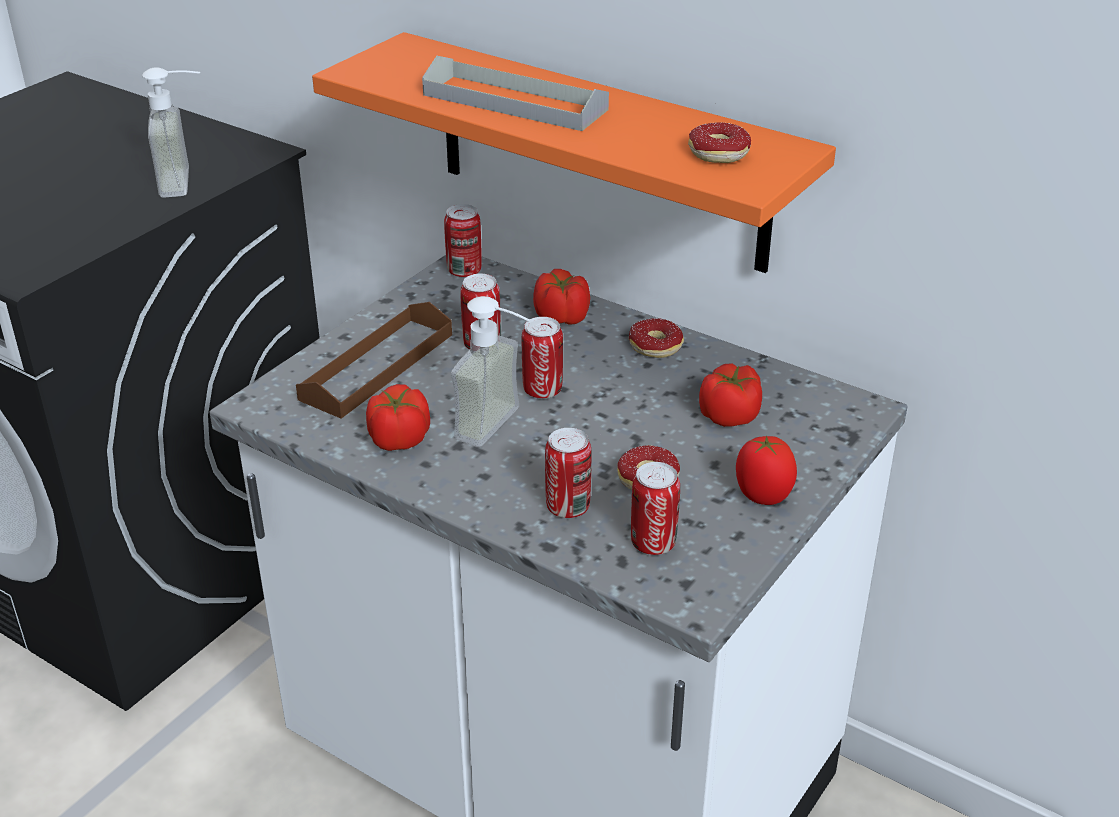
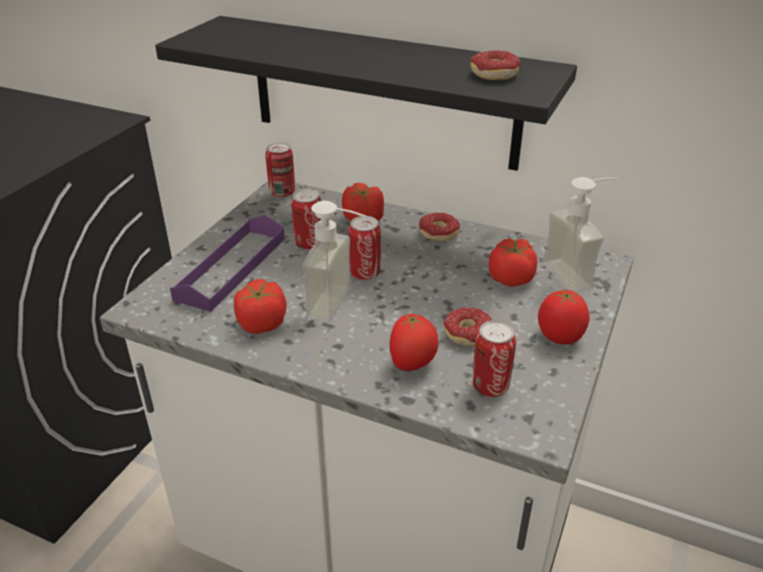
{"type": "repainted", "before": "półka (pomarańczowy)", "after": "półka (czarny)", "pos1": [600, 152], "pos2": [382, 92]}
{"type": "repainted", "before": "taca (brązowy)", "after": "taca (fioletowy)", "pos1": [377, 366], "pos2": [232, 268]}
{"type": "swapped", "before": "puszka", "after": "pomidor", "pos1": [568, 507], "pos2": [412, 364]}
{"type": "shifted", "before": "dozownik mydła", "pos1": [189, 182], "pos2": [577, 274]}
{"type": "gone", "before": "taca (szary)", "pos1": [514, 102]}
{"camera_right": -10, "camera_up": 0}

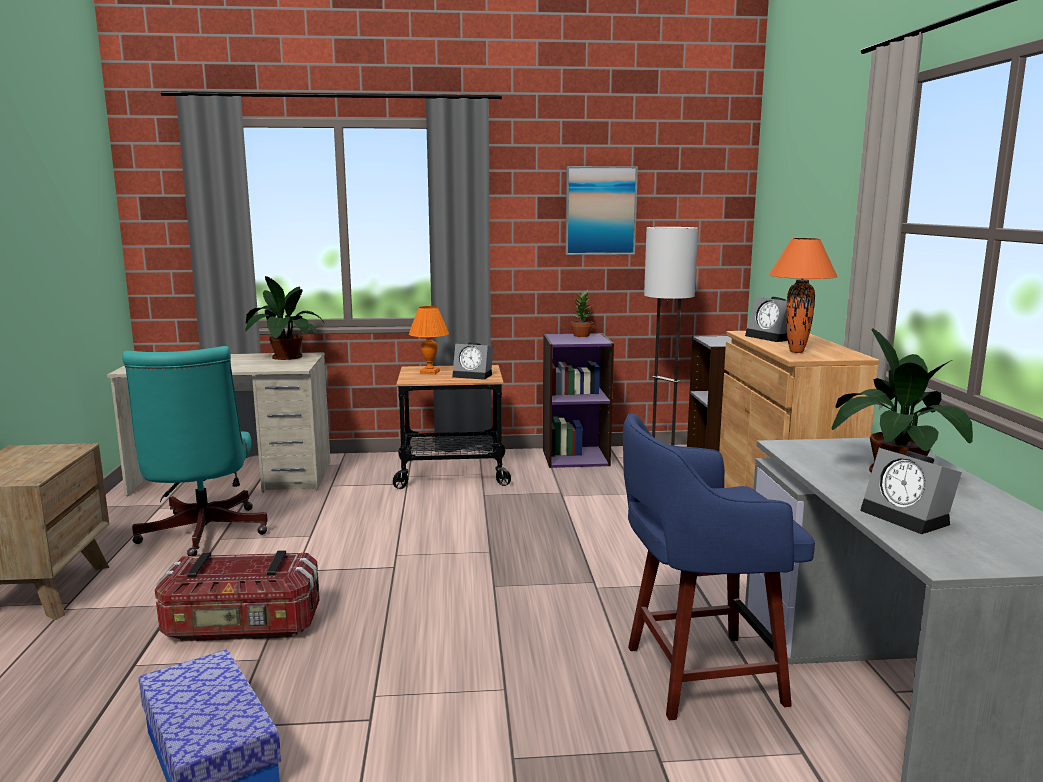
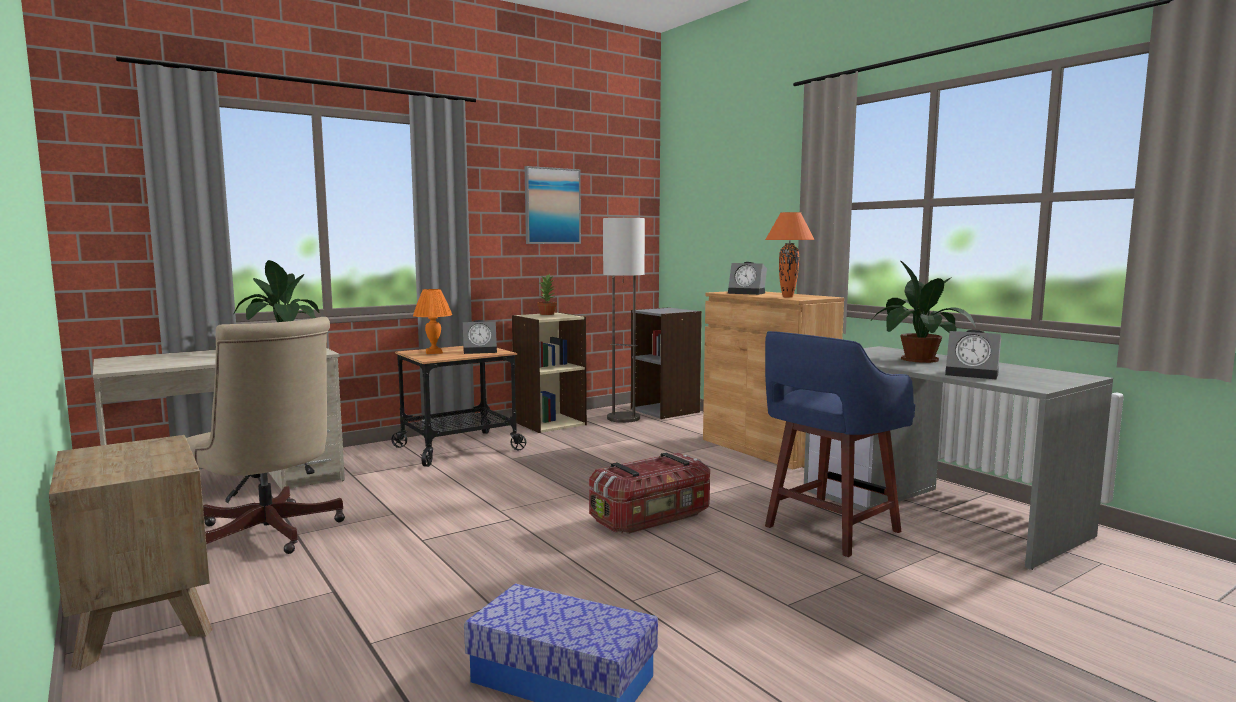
{"type": "repainted", "before": "krzesło biurowe (turkusowy)", "after": "krzesło biurowe (beżowy)", "pos1": [201, 535], "pos2": [269, 535]}
{"type": "repainted", "before": "regał (fioletowy)", "after": "regał (beżowy)", "pos1": [575, 457], "pos2": [549, 423]}
{"type": "shifted", "before": "pojemnik do przechowywania", "pos1": [242, 627], "pos2": [652, 518]}
{"camera_right": -30, "camera_up": -5}

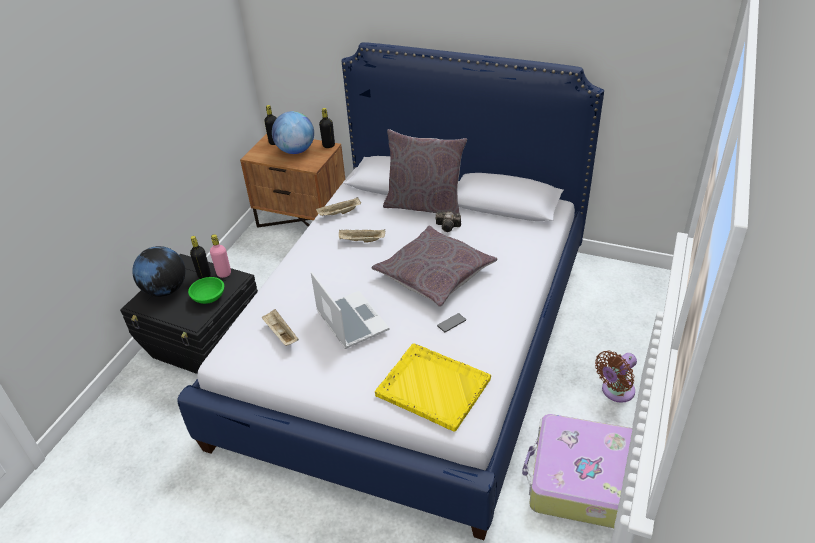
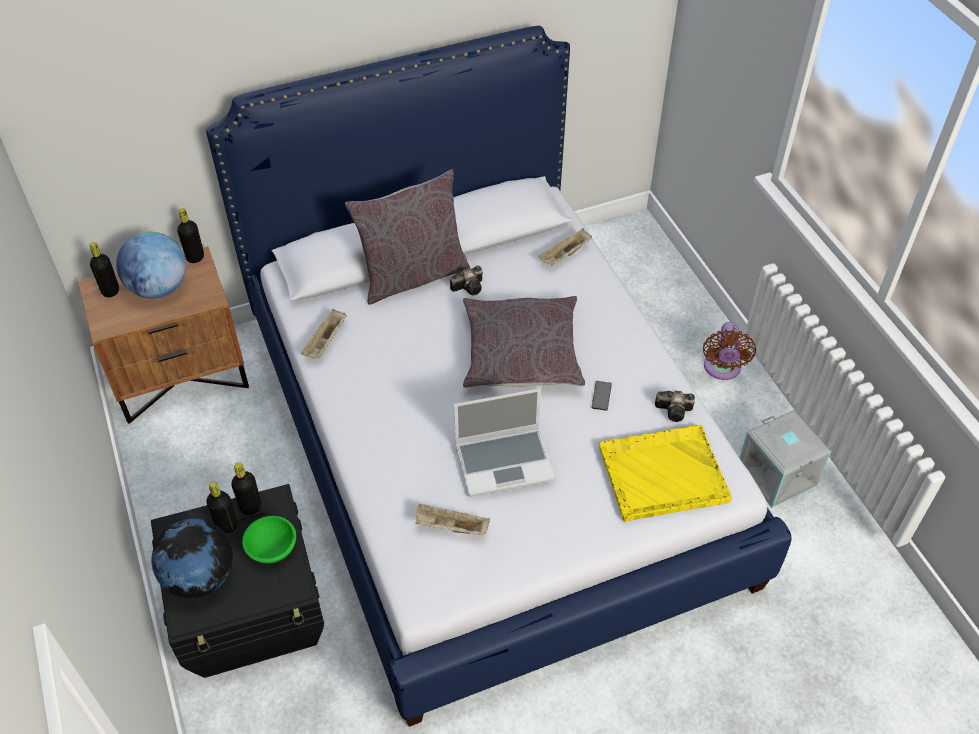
{"type": "repainted", "before": "butelka (różowy)", "after": "butelka (czarny)", "pos1": [224, 274], "pos2": [250, 507]}
{"type": "rotated", "before": "laptop", "pos1": [350, 321], "pos2": [505, 461], "turn": 150}
{"type": "shifted", "before": "taca (beżowy)", "pos1": [361, 241], "pos2": [564, 255]}
{"type": "new", "after": "aparat fotograficzny", "pos2": [675, 411]}
{"type": "swapped", "before": "walizka", "after": "pojemnik do przechowywania (szary)", "pos1": [581, 481], "pos2": [778, 474]}
{"camera_right": -45, "camera_up": 10}

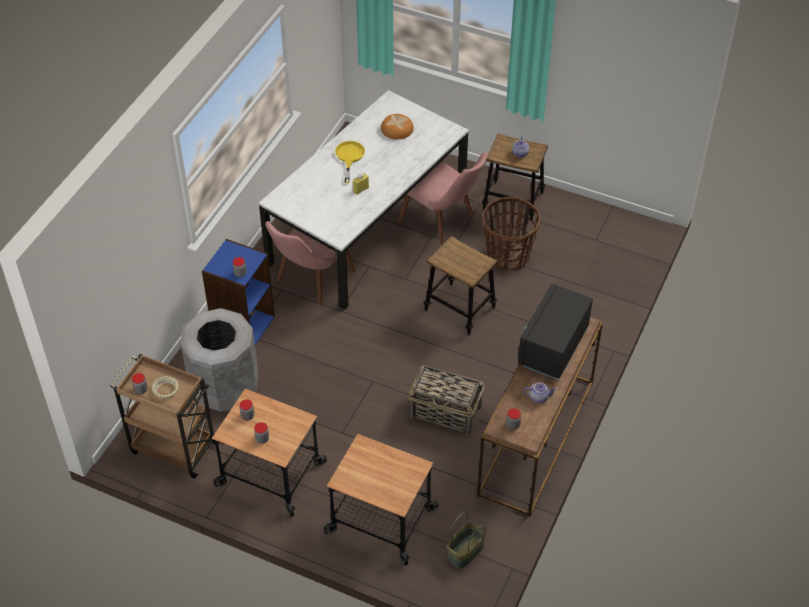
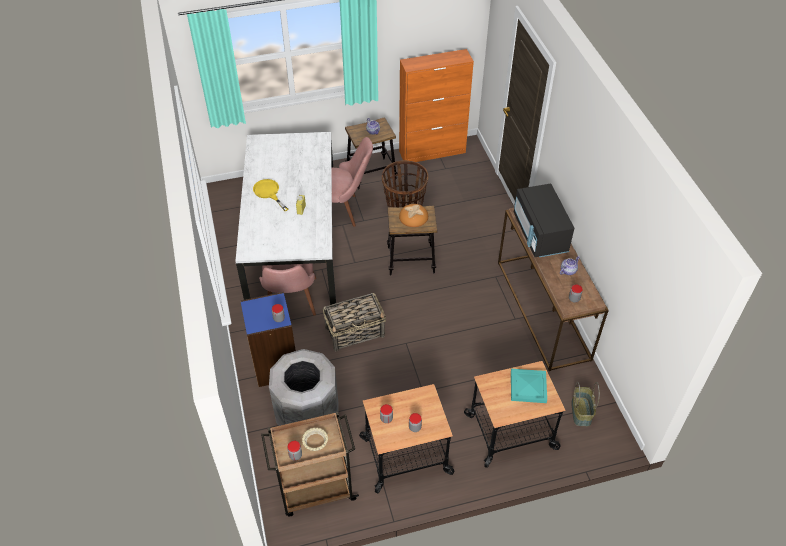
{"type": "shifted", "before": "koszyk", "pos1": [446, 412], "pos2": [355, 332]}
{"type": "new", "after": "szafka (pomarańczowy)", "pos2": [432, 152]}
{"type": "shifted", "before": "chleb", "pos1": [396, 129], "pos2": [413, 217]}
{"type": "new", "after": "taca (turkusowy)", "pos2": [528, 386]}
{"camera_right": -40, "camera_up": 0}

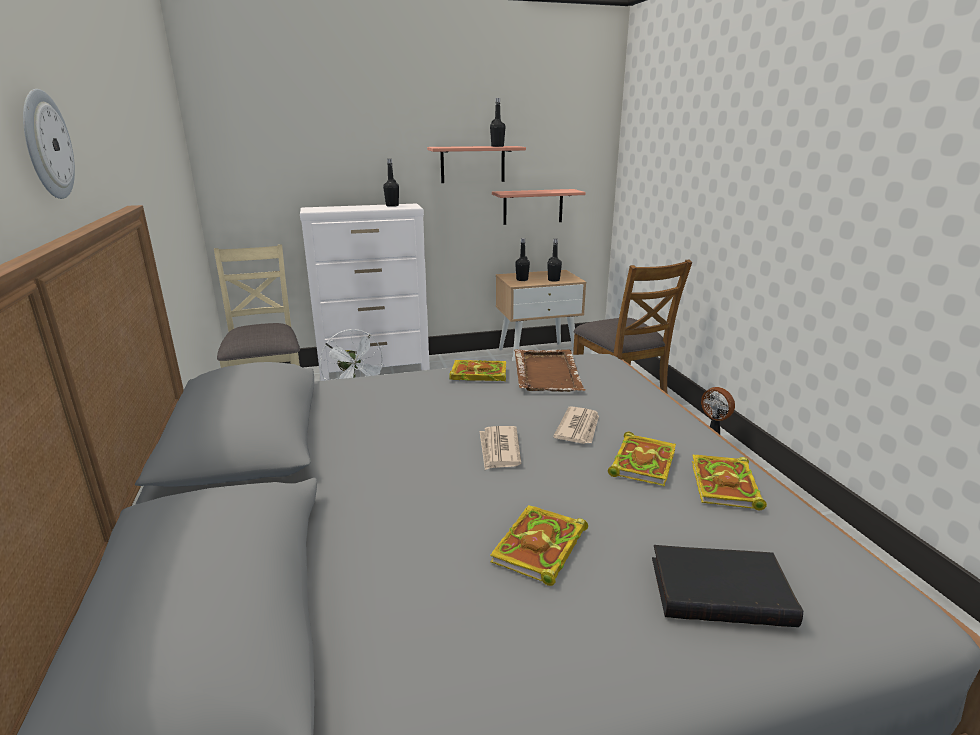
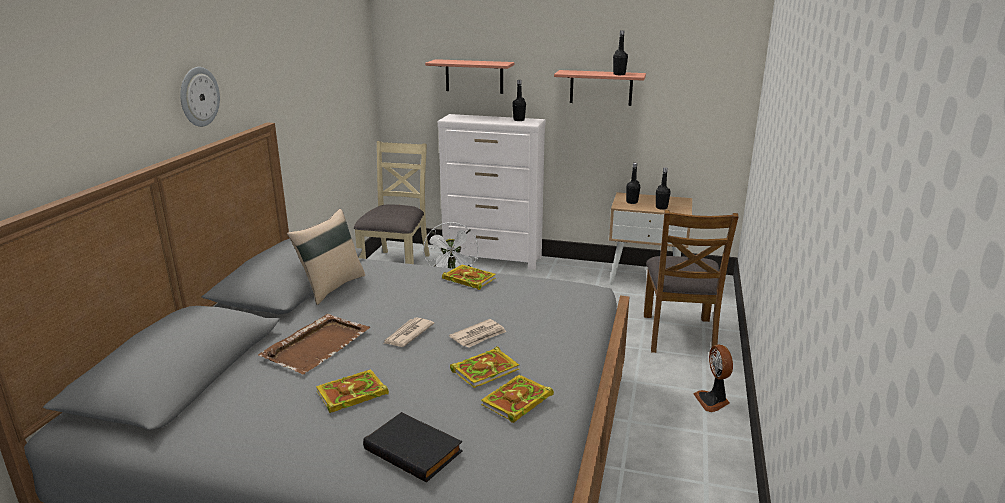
{"type": "shifted", "before": "taca (brązowy)", "pos1": [547, 372], "pos2": [317, 345]}
{"type": "new", "after": "poduszka (beżowy)", "pos2": [331, 287]}
{"type": "shifted", "before": "półka", "pos1": [533, 206], "pos2": [474, 76]}
{"camera_right": 30, "camera_up": 0}

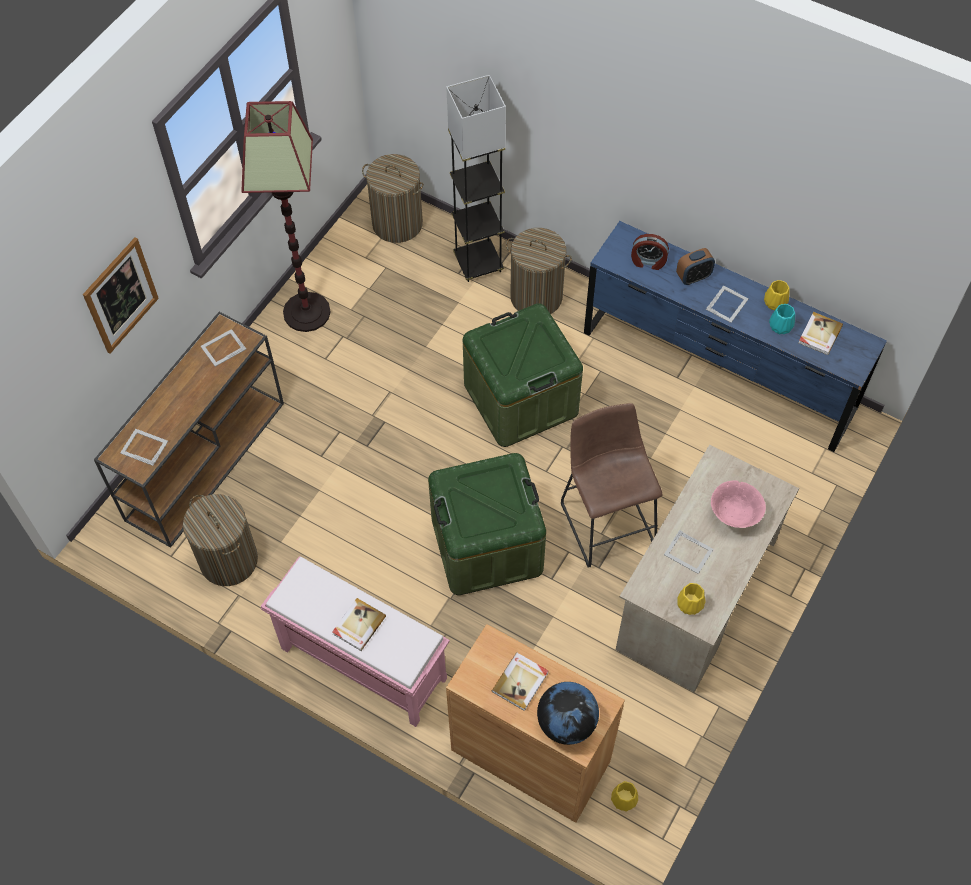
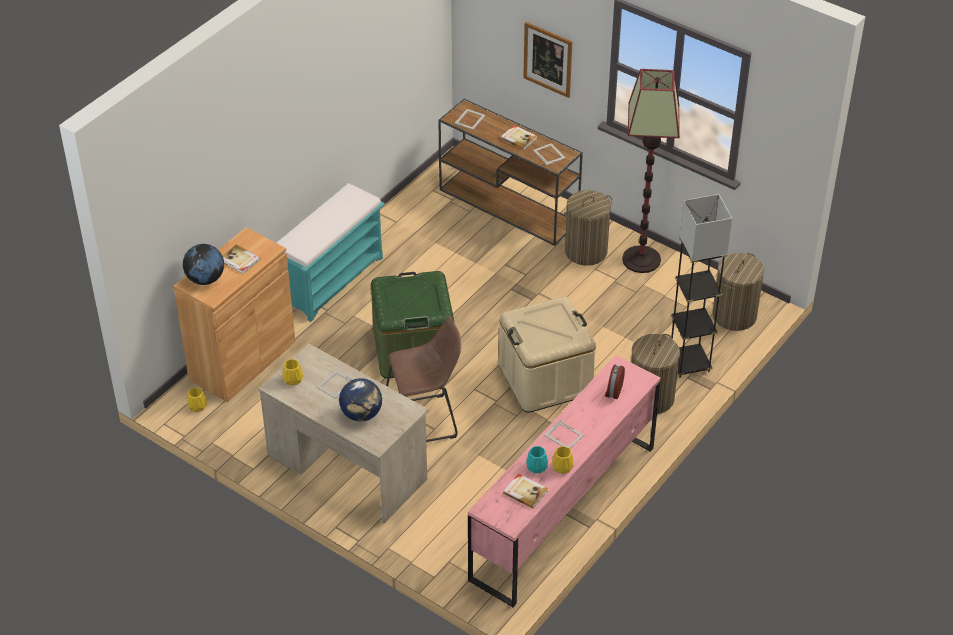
{"type": "repainted", "before": "ławka (różowy)", "after": "ławka (turkusowy)", "pos1": [361, 663], "pos2": [331, 279]}
{"type": "swapped", "before": "miska (różowy)", "after": "globus", "pos1": [733, 515], "pos2": [361, 414]}
{"type": "repainted", "before": "komoda (niebieski)", "after": "komoda (różowy)", "pos1": [718, 370], "pos2": [563, 512]}
{"type": "repainted", "before": "pojemnik do przechowywania (zielony)", "after": "pojemnik do przechowywania (beżowy)", "pos1": [520, 399], "pos2": [545, 379]}
{"type": "shifted", "before": "książka", "pos1": [358, 625], "pos2": [518, 138]}
{"type": "shifted", "before": "kosz na pranie", "pos1": [228, 560], "pos2": [586, 251]}
{"type": "gone", "before": "budzik", "pos1": [693, 277]}
{"camera_right": 95, "camera_up": -15}

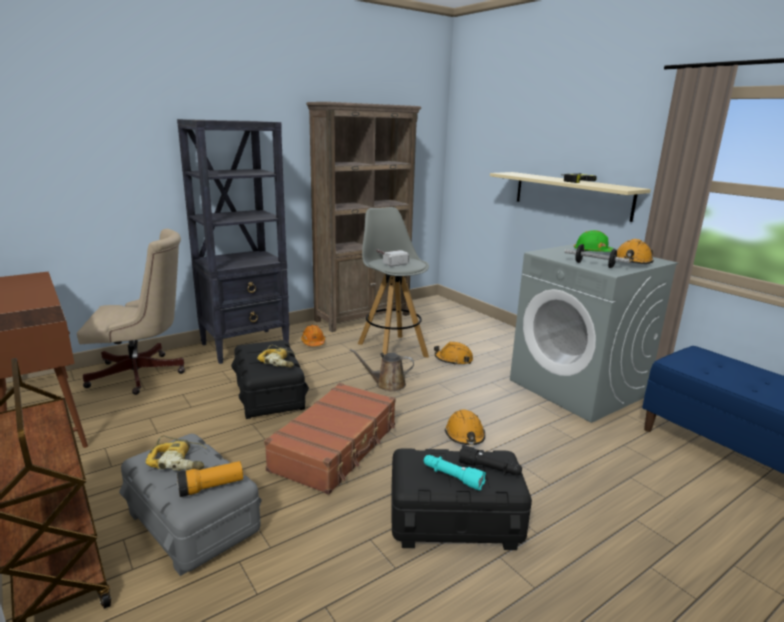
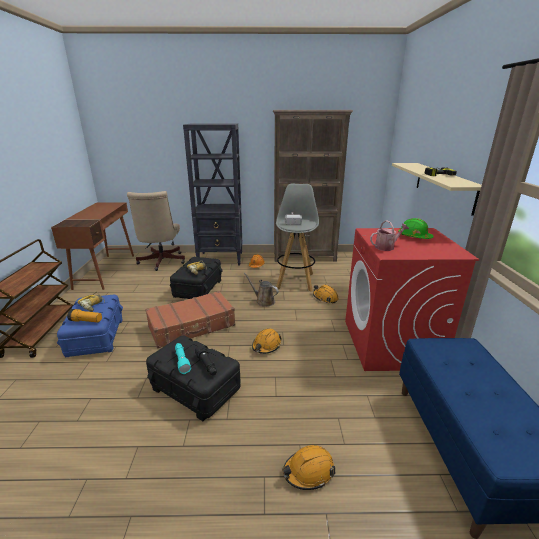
{"type": "repainted", "before": "pojemnik do przechowywania (szary)", "after": "pojemnik do przechowywania (niebieski)", "pos1": [194, 521], "pos2": [96, 337]}
{"type": "rotated", "before": "krzesło biurowe (beżowy)", "pos1": [143, 374], "pos2": [161, 262], "turn": 60}
{"type": "shifted", "before": "kask (pomarańczowy)", "pos1": [631, 262], "pos2": [308, 471]}
{"type": "repainted", "before": "pralka (szary)", "after": "pralka (czerwony)", "pos1": [578, 388], "pos2": [391, 344]}
{"type": "swapped", "before": "hantel", "after": "konewka", "pos1": [594, 265], "pos2": [386, 247]}
{"camera_right": 35, "camera_up": 5}

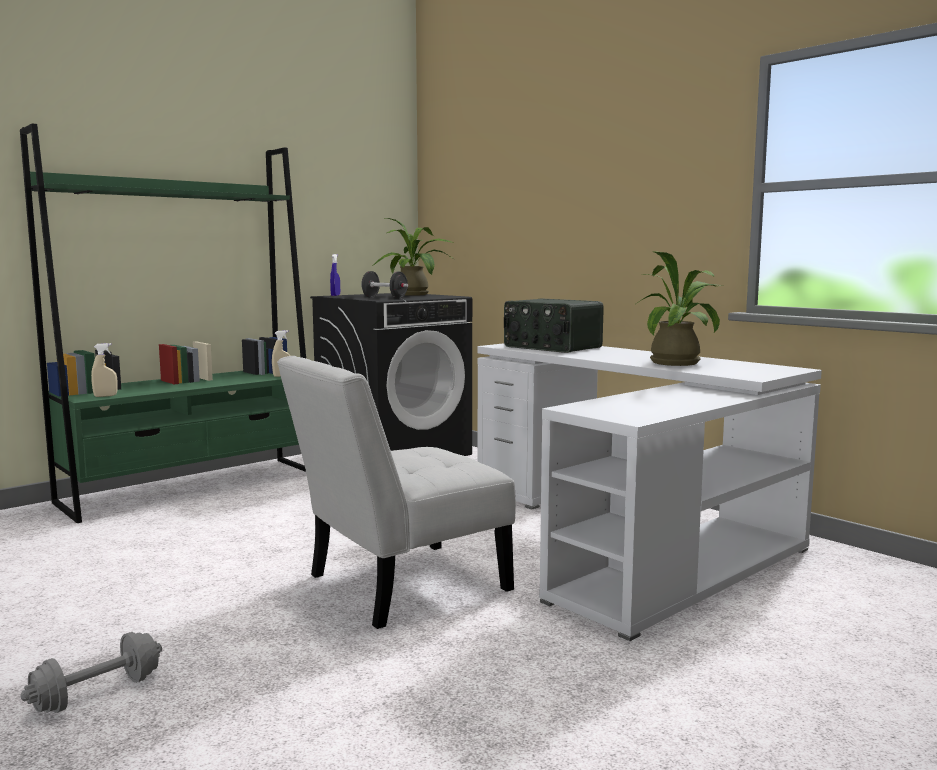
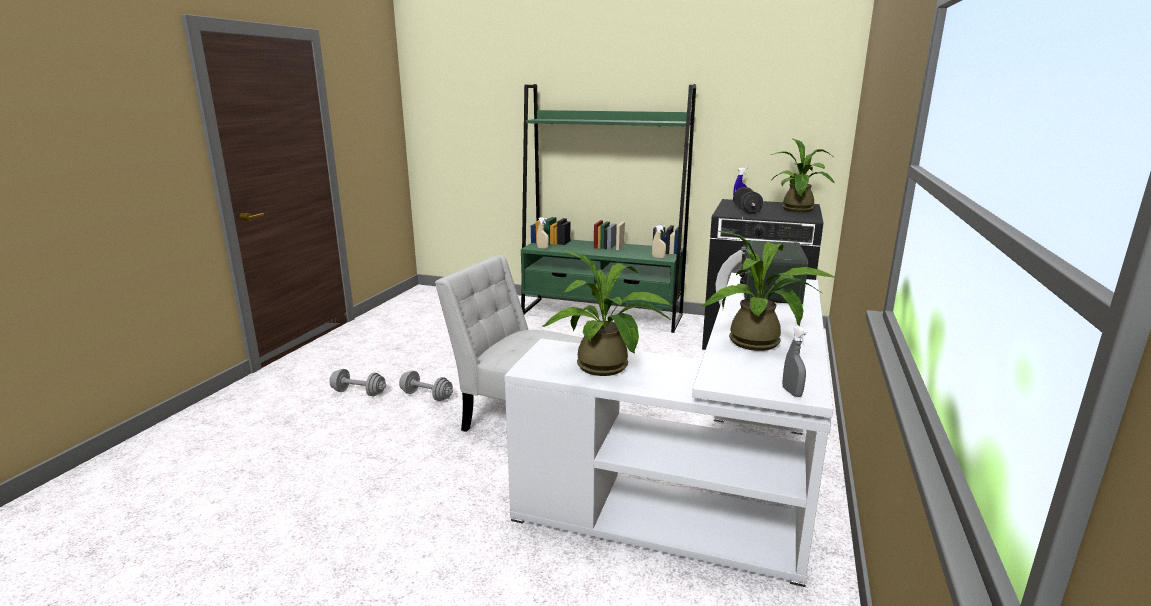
{"type": "new", "after": "hantel (szary)", "pos2": [426, 396]}
{"type": "new", "after": "roślina doniczkowa", "pos2": [607, 369]}
{"type": "new", "after": "spryskiwacz (szary)", "pos2": [792, 392]}
{"camera_right": 60, "camera_up": 10}

